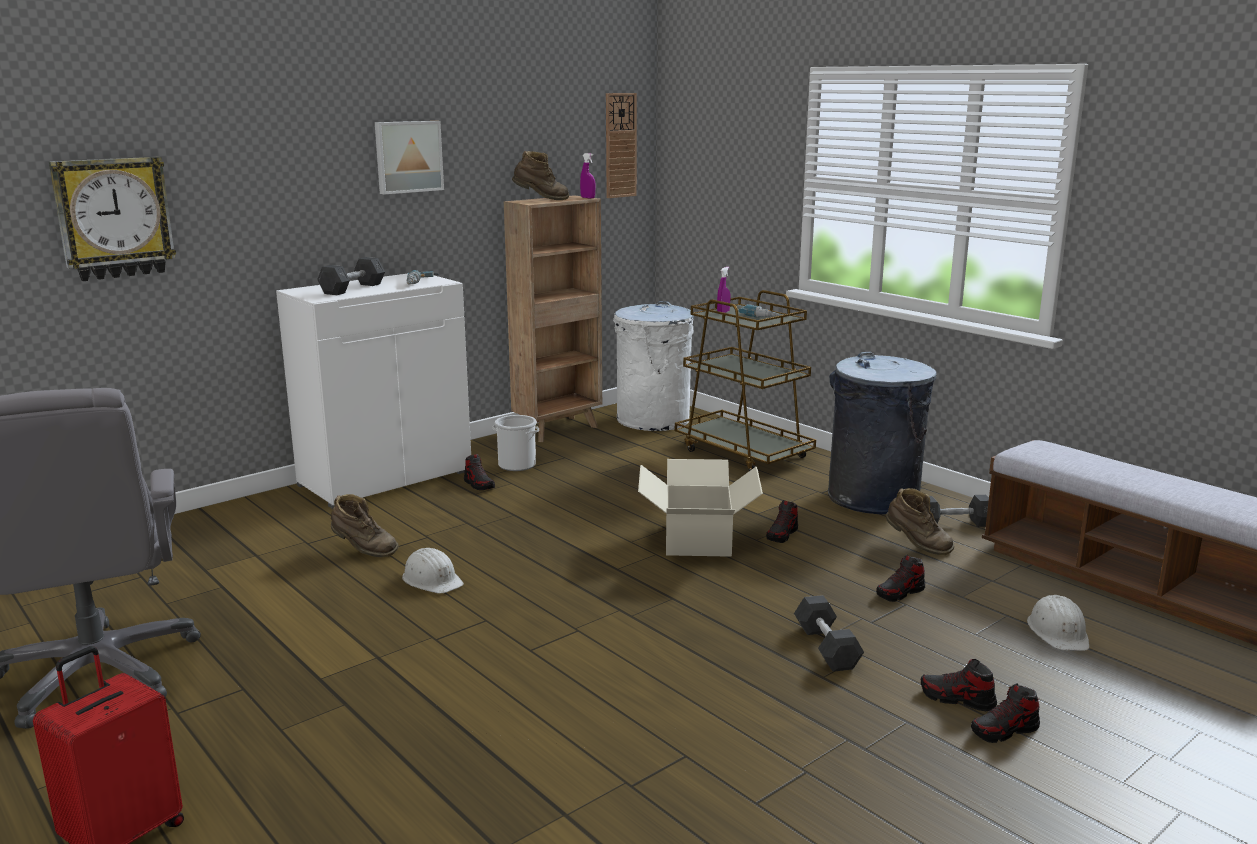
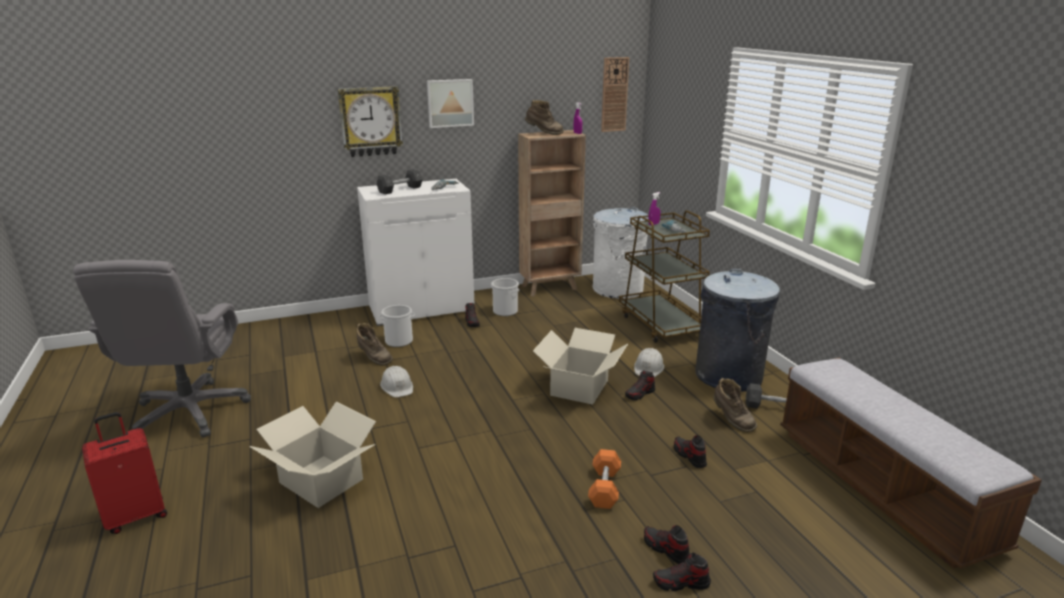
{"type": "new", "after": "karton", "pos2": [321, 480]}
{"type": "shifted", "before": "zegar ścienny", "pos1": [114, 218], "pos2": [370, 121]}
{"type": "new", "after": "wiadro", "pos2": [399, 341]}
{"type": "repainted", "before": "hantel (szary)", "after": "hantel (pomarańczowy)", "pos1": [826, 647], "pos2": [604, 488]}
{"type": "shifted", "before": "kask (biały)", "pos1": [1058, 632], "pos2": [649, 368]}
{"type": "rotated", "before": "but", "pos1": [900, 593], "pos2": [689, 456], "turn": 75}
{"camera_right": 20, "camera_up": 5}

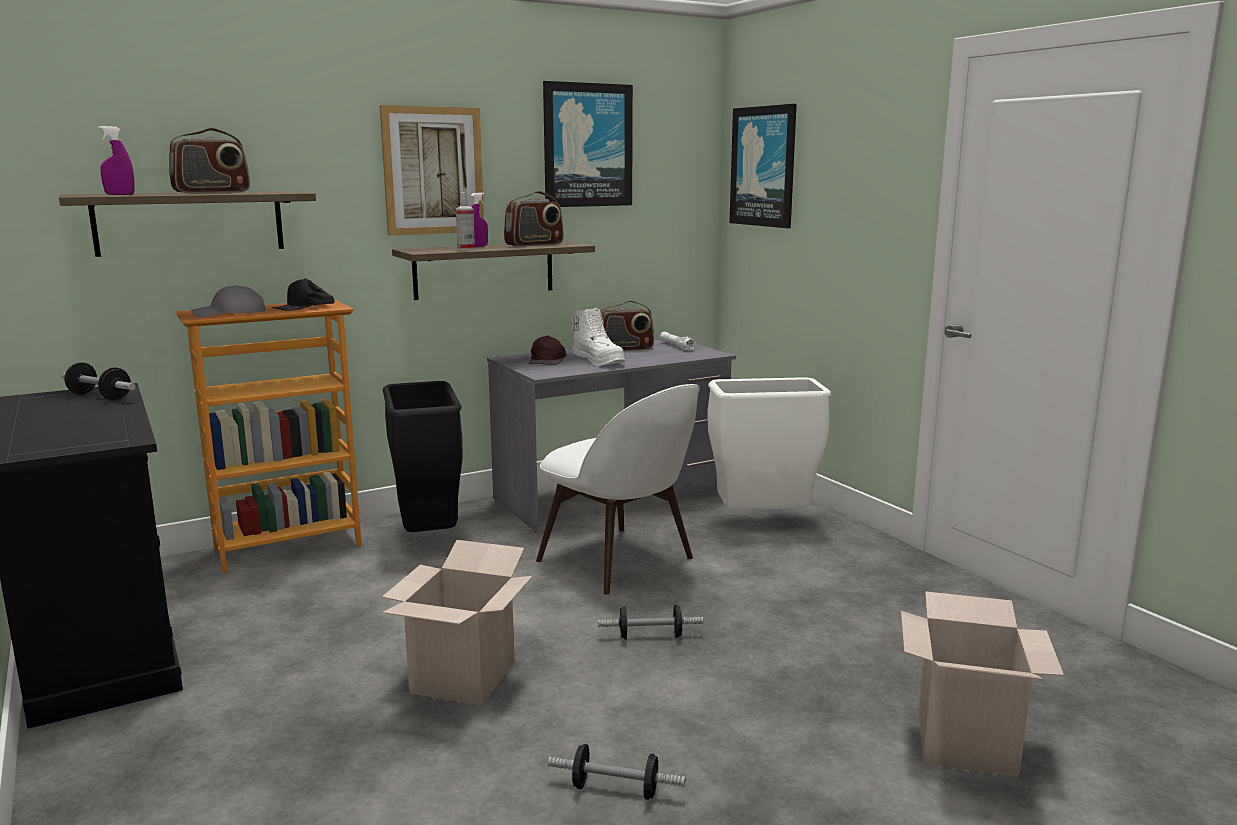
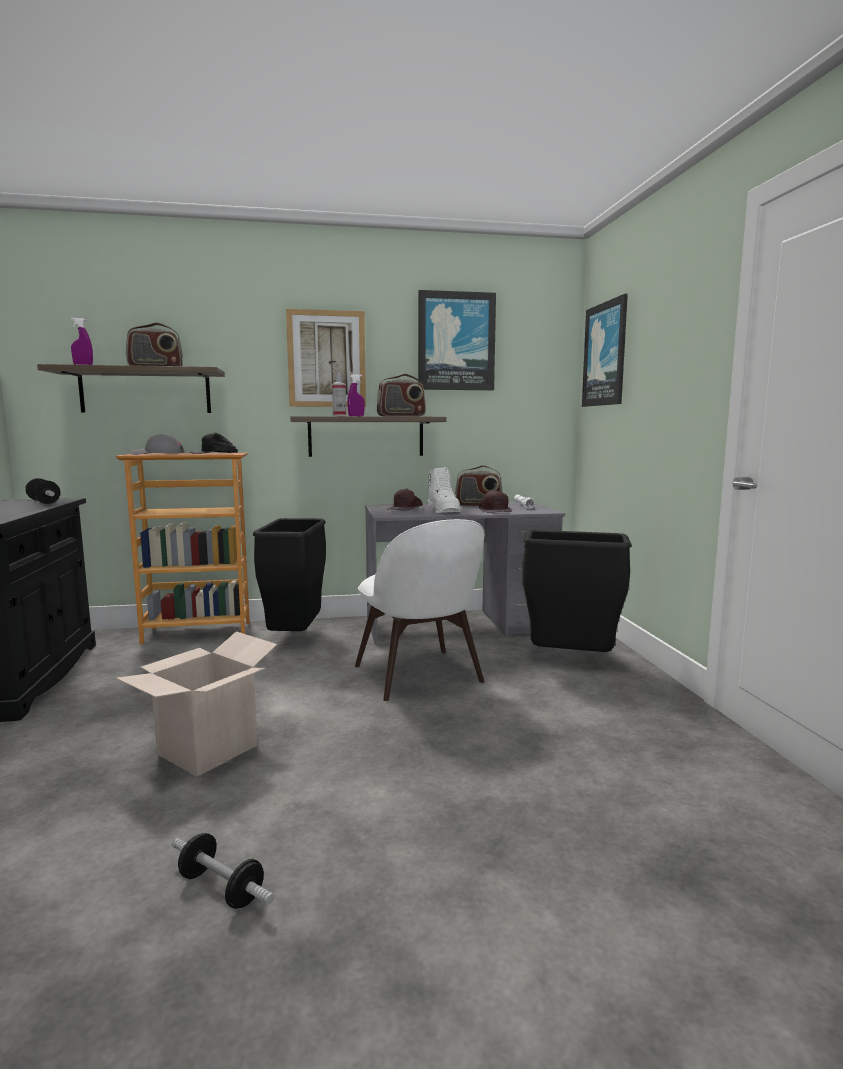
{"type": "new", "after": "czapka z daszkiem (brązowy)", "pos2": [494, 510]}
{"type": "repainted", "before": "kosz na śmieci (biały)", "after": "kosz na śmieci (czarny)", "pos1": [762, 522], "pos2": [570, 661]}
{"type": "gone", "before": "hantel", "pos1": [650, 636]}
{"type": "gone", "before": "karton", "pos1": [965, 742]}
{"camera_right": 20, "camera_up": -5}

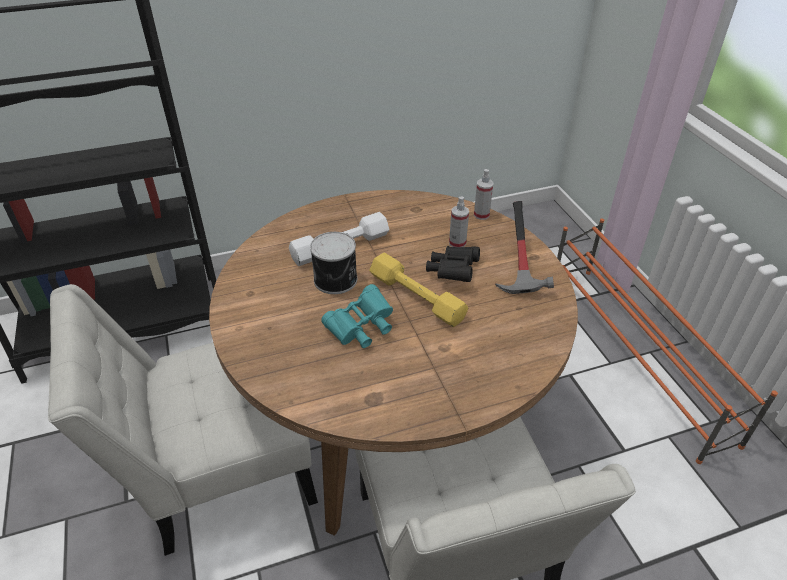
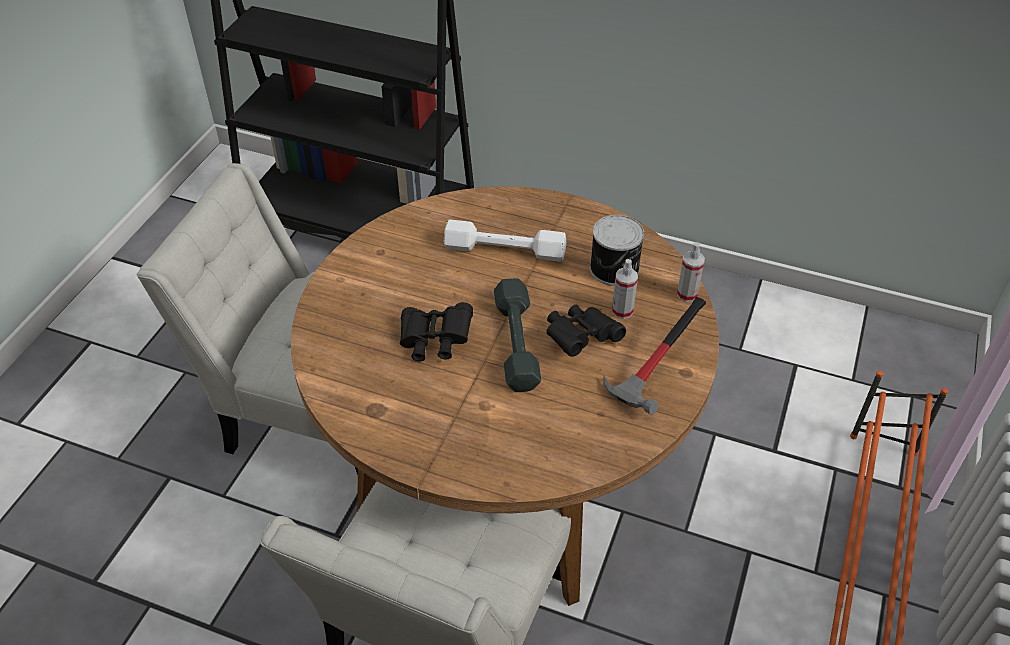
{"type": "repainted", "before": "lornetka (turkusowy)", "after": "lornetka (czarny)", "pos1": [361, 328], "pos2": [434, 341]}
{"type": "repainted", "before": "hantel (żółty)", "after": "hantel (szary)", "pos1": [417, 297], "pos2": [517, 343]}
{"type": "shifted", "before": "puszka", "pos1": [336, 280], "pos2": [615, 269]}
{"camera_right": 40, "camera_up": 5}

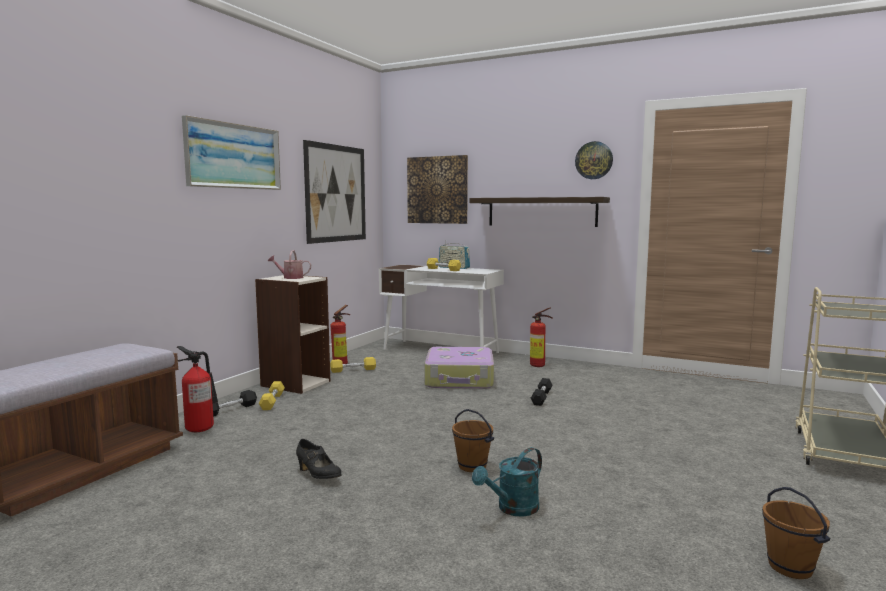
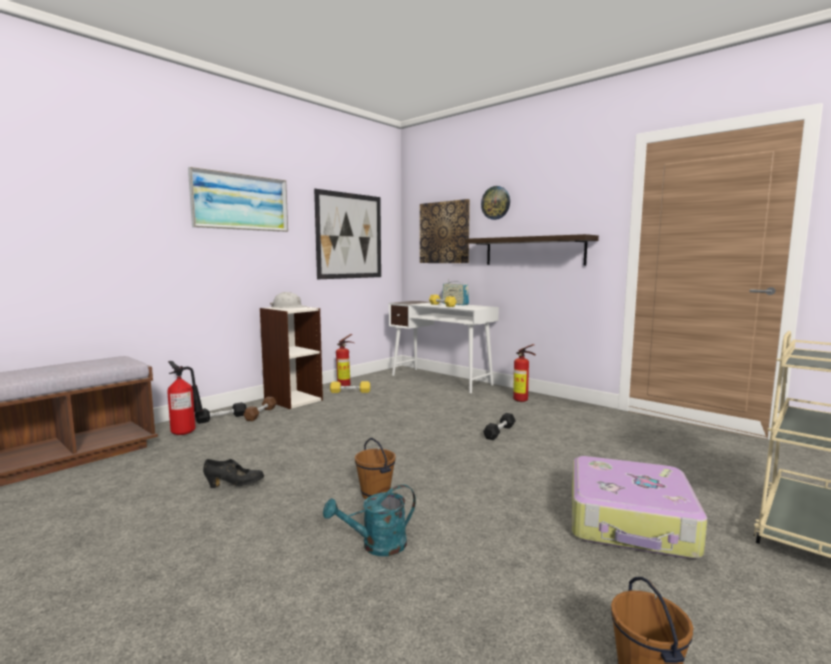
{"type": "rotated", "before": "but (czarny)", "pos1": [318, 475], "pos2": [234, 485], "turn": -60}
{"type": "repainted", "before": "hantel (żółty)", "after": "hantel (brązowy)", "pos1": [272, 401], "pos2": [261, 414]}
{"type": "swapped", "before": "konewka", "after": "kask (biały)", "pos1": [290, 277], "pos2": [288, 307]}
{"type": "shifted", "before": "zegar ścienny", "pos1": [594, 160], "pos2": [496, 203]}
{"type": "shifted", "before": "walizka", "pos1": [460, 379], "pos2": [630, 522]}
{"camera_right": 15, "camera_up": 0}

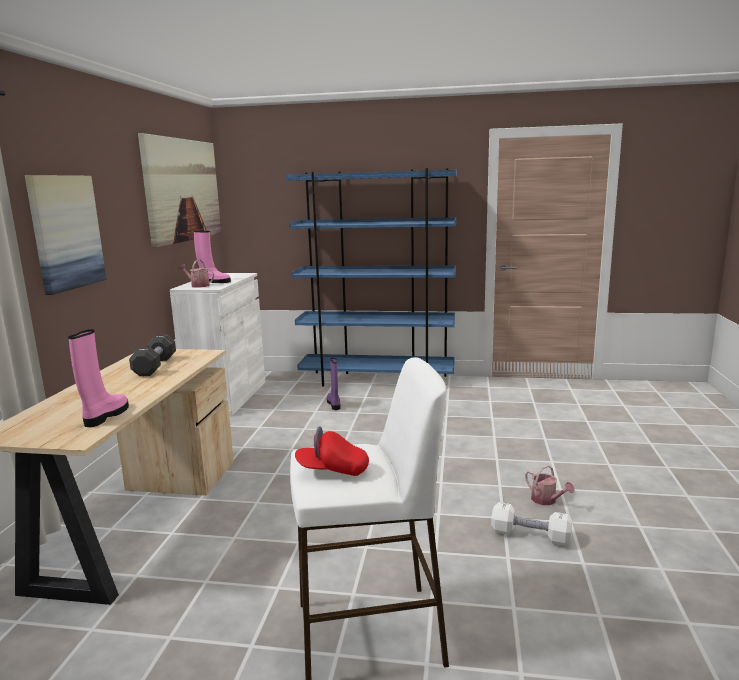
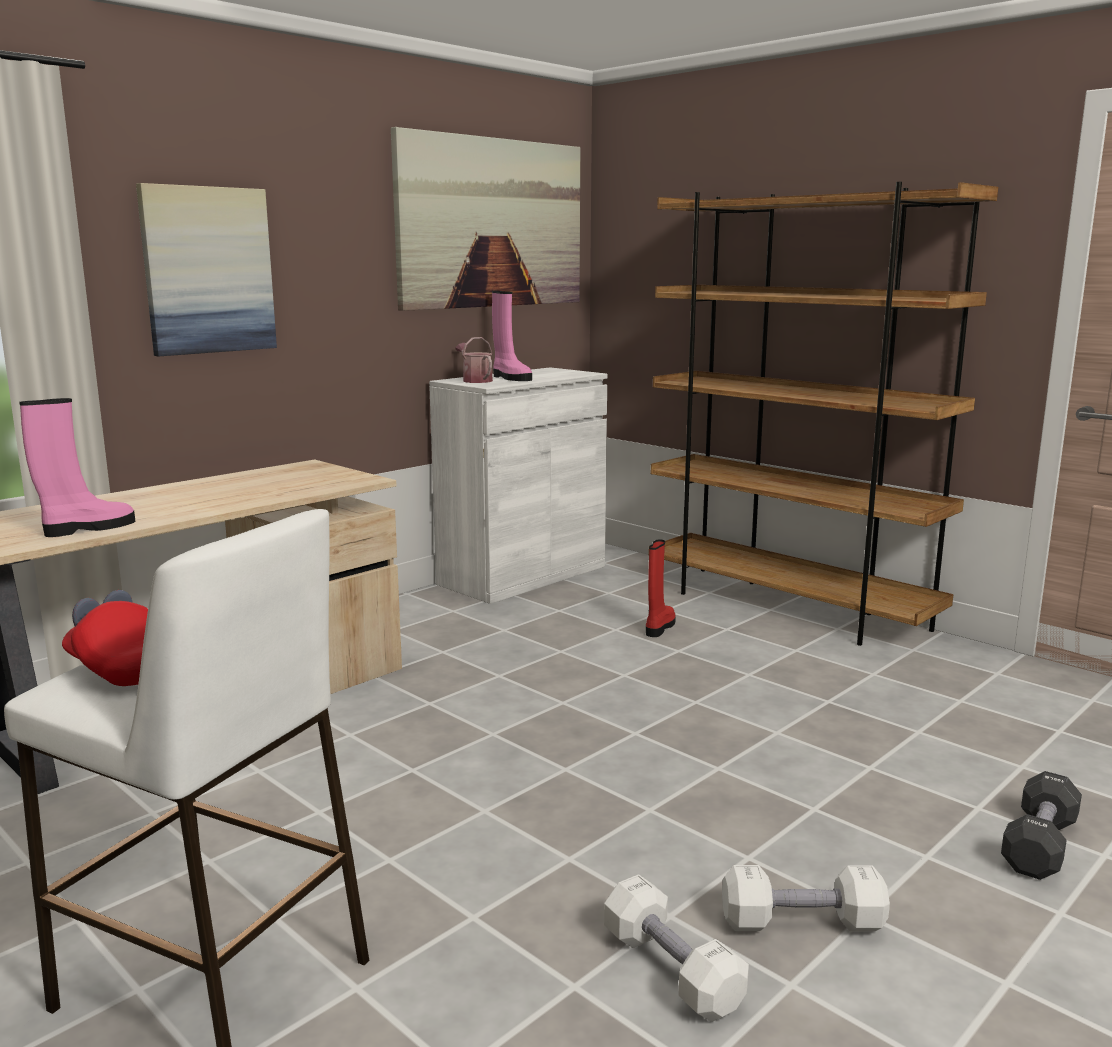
{"type": "repainted", "before": "but z cholewką (fioletowy)", "after": "but z cholewką (czerwony)", "pos1": [334, 404], "pos2": [659, 627]}
{"type": "repainted", "before": "regał (niebieski)", "after": "regał (brązowy)", "pos1": [377, 380], "pos2": [788, 607]}
{"type": "swapped", "before": "konewka", "after": "hantel (biały)", "pos1": [546, 500], "pos2": [802, 923]}
{"type": "shifted", "before": "hantel (czarny)", "pos1": [155, 366], "pos2": [1039, 845]}
{"camera_right": 35, "camera_up": 0}

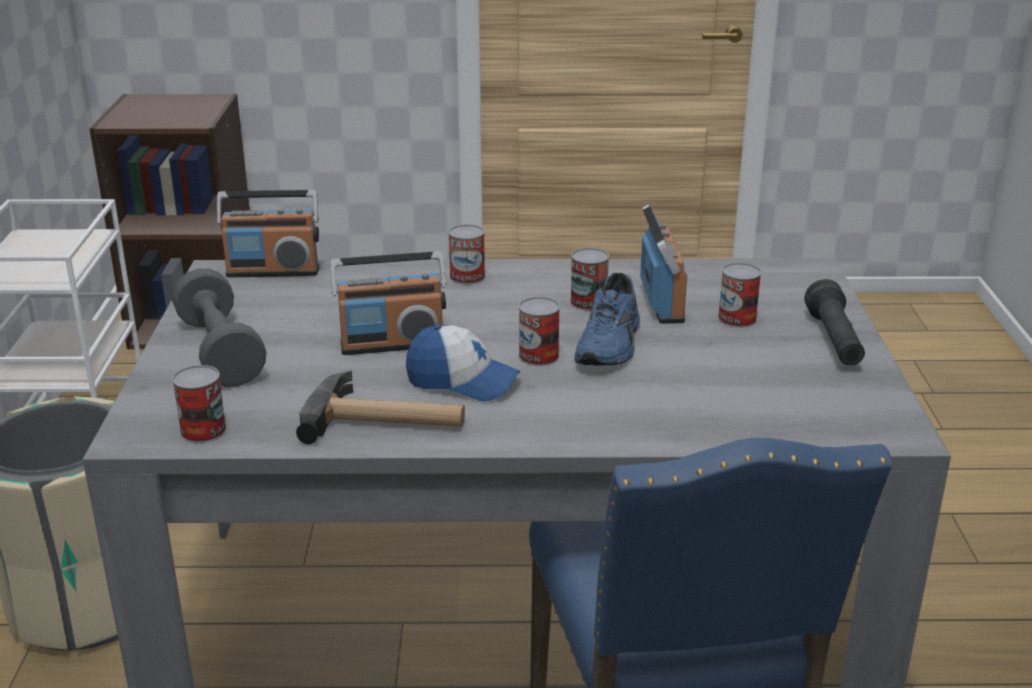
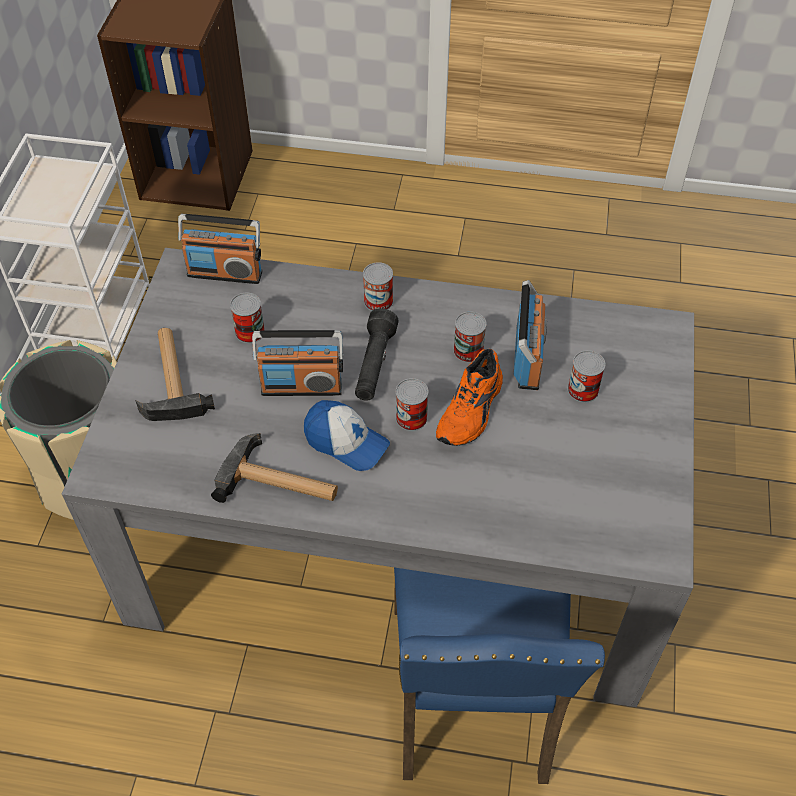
{"type": "swapped", "before": "hantel (szary)", "after": "młotek", "pos1": [220, 352], "pos2": [171, 378]}
{"type": "shifted", "before": "puszka", "pos1": [203, 430], "pos2": [250, 331]}
{"type": "shifted", "before": "latarka (czarny)", "pos1": [834, 341], "pos2": [374, 365]}
{"type": "repainted", "before": "but (niebieski)", "after": "but (pomarańczowy)", "pos1": [612, 344], "pos2": [472, 411]}
{"camera_right": 10, "camera_up": 25}

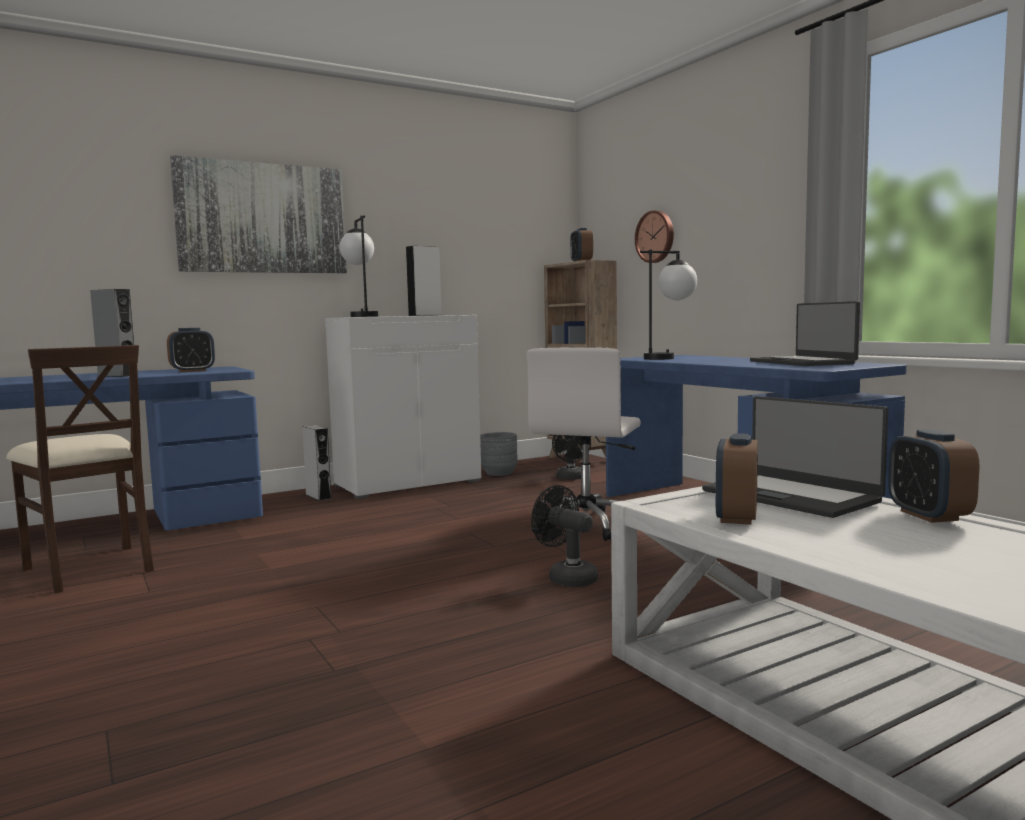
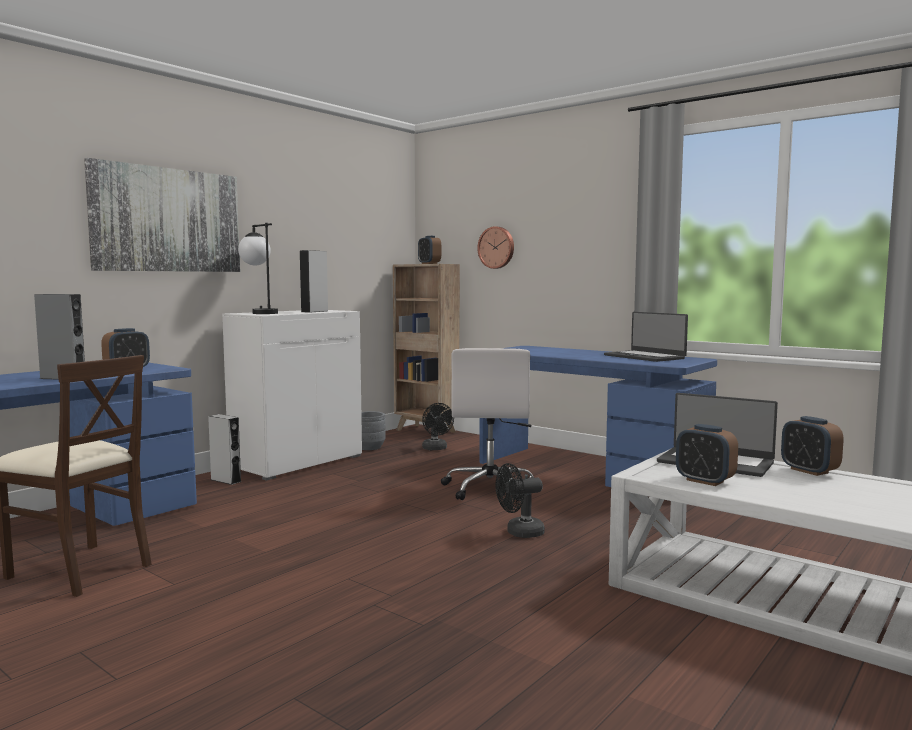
{"type": "rotated", "before": "wentylator (czarny)", "pos1": [566, 577], "pos2": [519, 533], "turn": -45}
{"type": "rotated", "before": "budzik", "pos1": [736, 517], "pos2": [705, 481], "turn": -45}
{"type": "gone", "before": "lampa stołowa", "pos1": [669, 358]}
{"camera_right": -20, "camera_up": 0}

